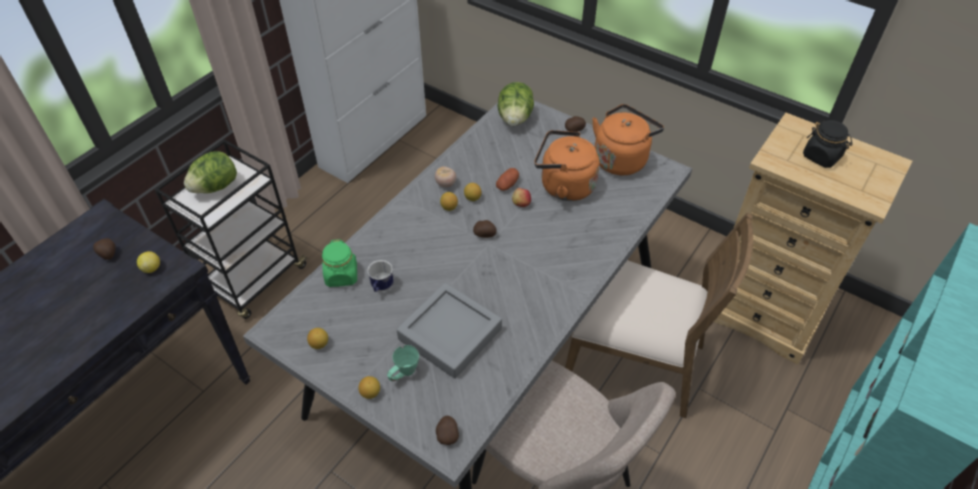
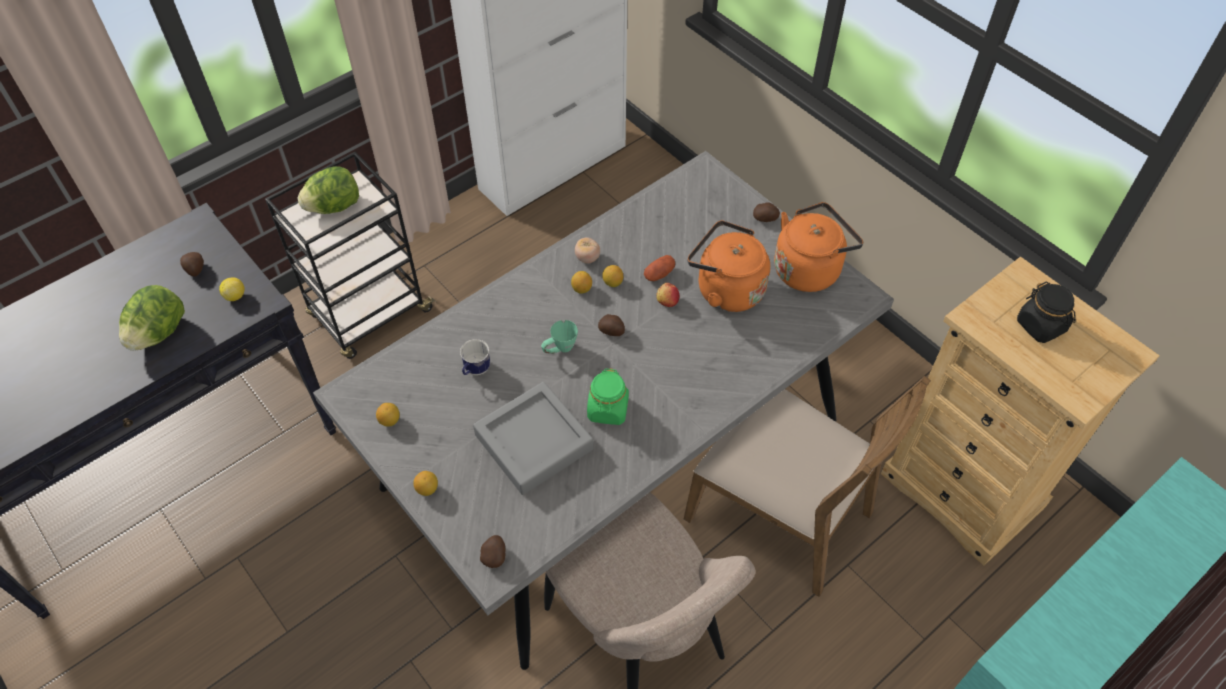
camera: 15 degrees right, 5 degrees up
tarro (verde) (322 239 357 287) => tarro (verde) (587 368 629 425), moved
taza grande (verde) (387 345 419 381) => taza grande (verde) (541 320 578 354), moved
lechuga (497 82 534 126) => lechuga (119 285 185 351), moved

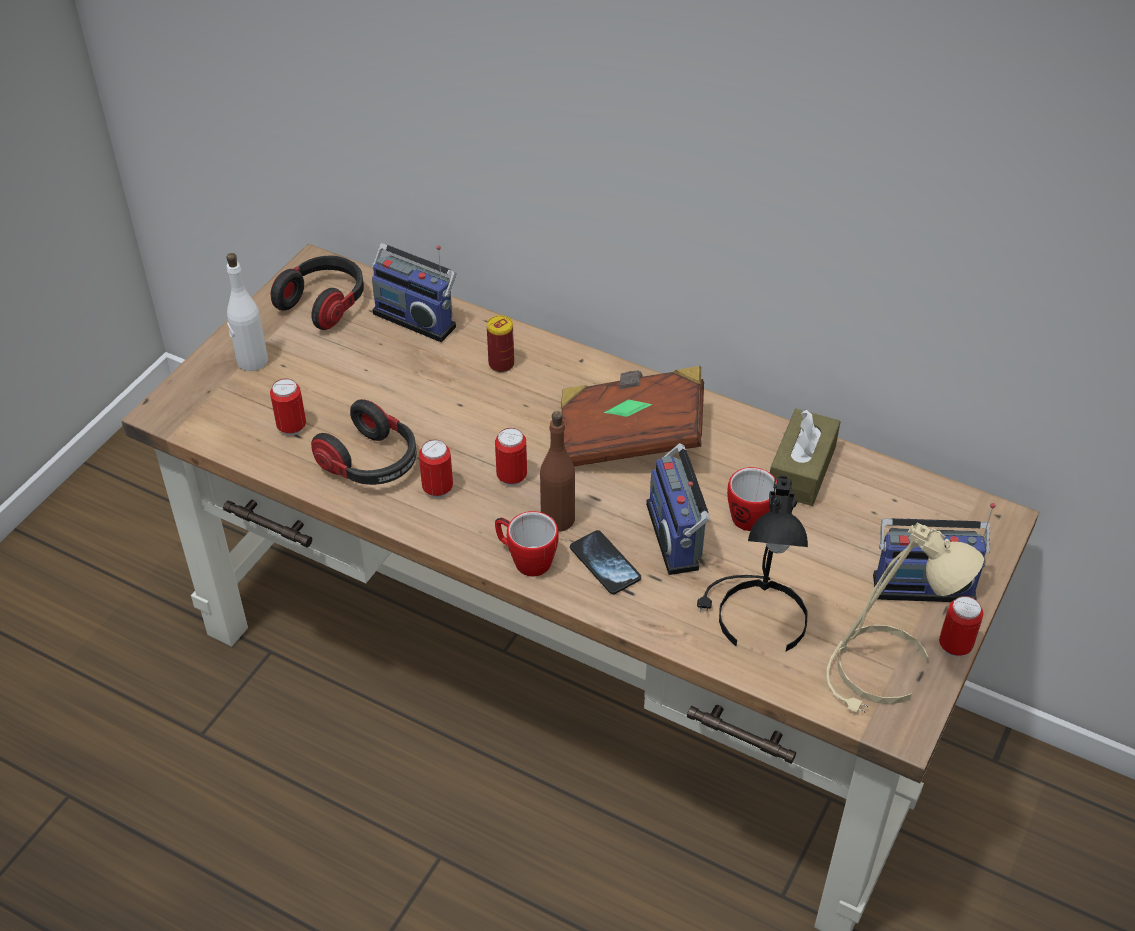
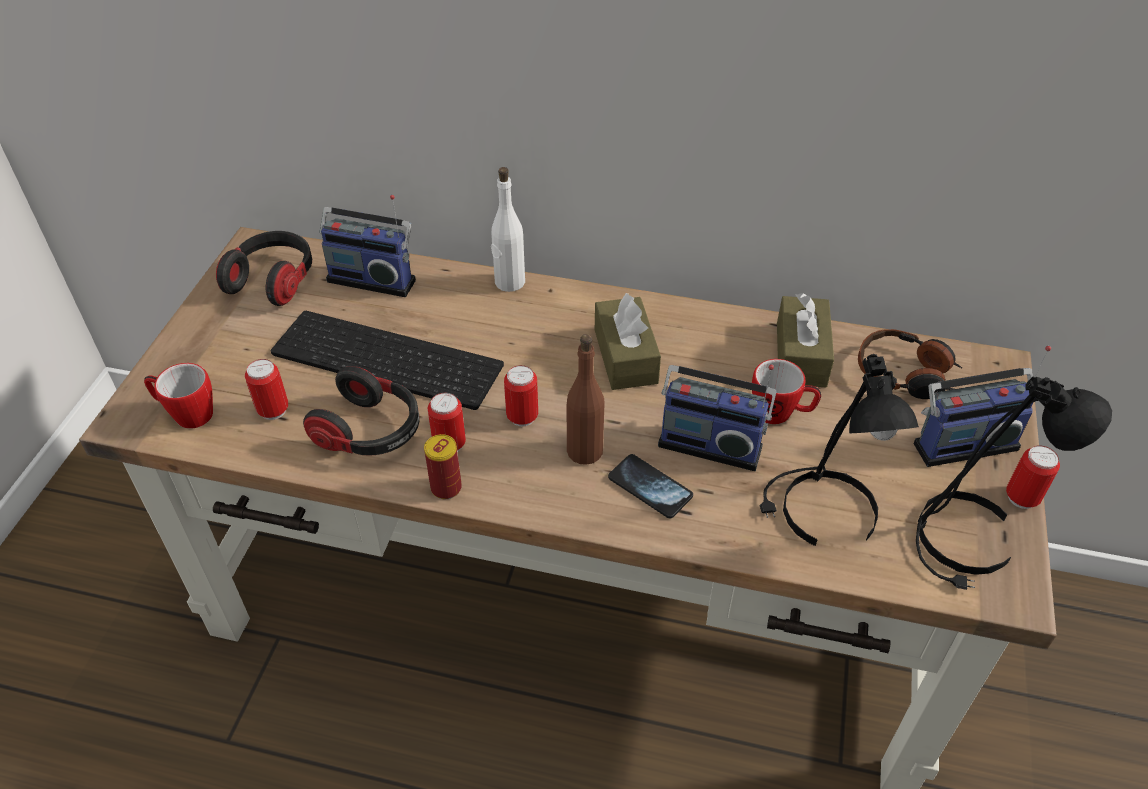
camera: 15 degrees left, 0 degrees up
botella (blanco) (226 253 268 371) => botella (blanco) (491 167 525 292), moved
lata (487 315 514 372) => lata (424 434 462 499), moved
taza grande (495 511 559 577) => taza grande (144 363 213 429), moved
libro (marrón) (561 366 704 467) => caja de pañuelos (marrón) (595 293 661 390)
radio (646 443 710 575) => radio (658 364 777 471), 45 degrees counterclockwise
lámpara de mesa (beis) (826 523 984 712) => lámpara de mesa (negro) (916 377 1112 590)
nothing => teclado (271 311 504 410)
nothing => auriculares (858 329 962 399)

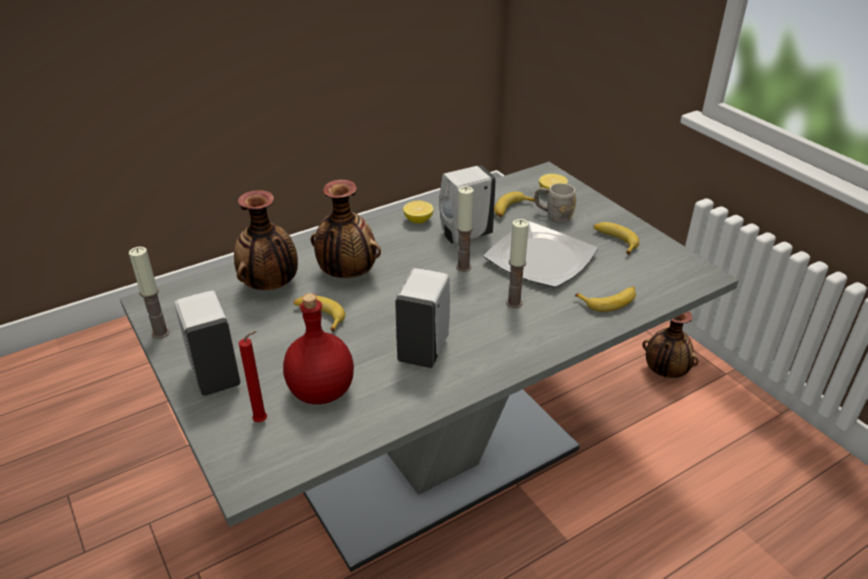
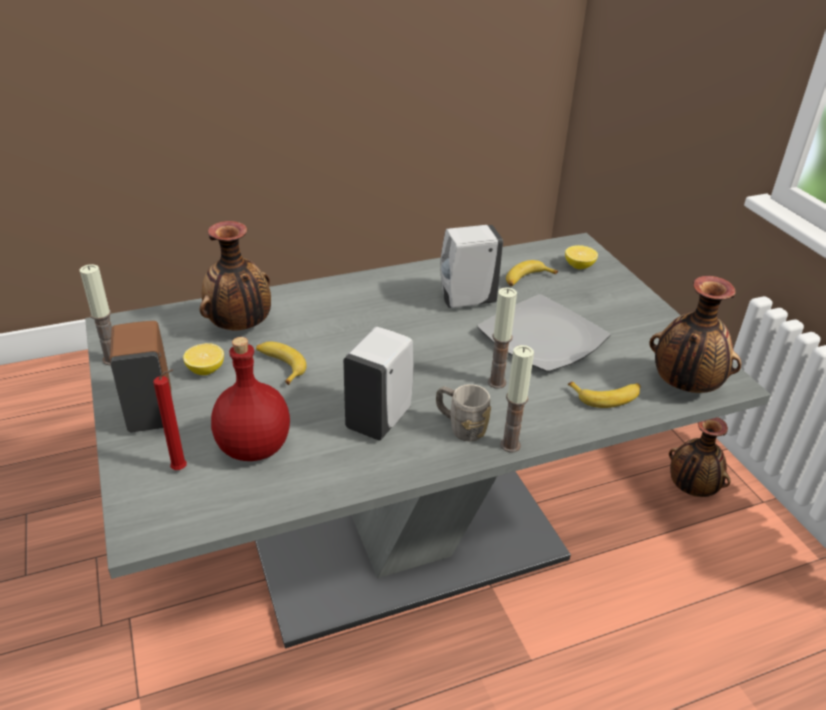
camera: 10 degrees right, 0 degrees up
dispensador de jabón (blanco) (174 291 241 396) => dispensador de jabón (marrón) (110 321 171 432)
florero (311 179 381 278) => florero (650 276 741 393), moved
limón (403 201 433 224) => limón (183 343 224 375), moved
vela (456 186 474 272) => vela (500 345 534 452), moved
taza grande (gris) (534 183 576 223) => taza grande (gris) (436 384 491 441), moved
plátano (594 222 639 255) => nothing

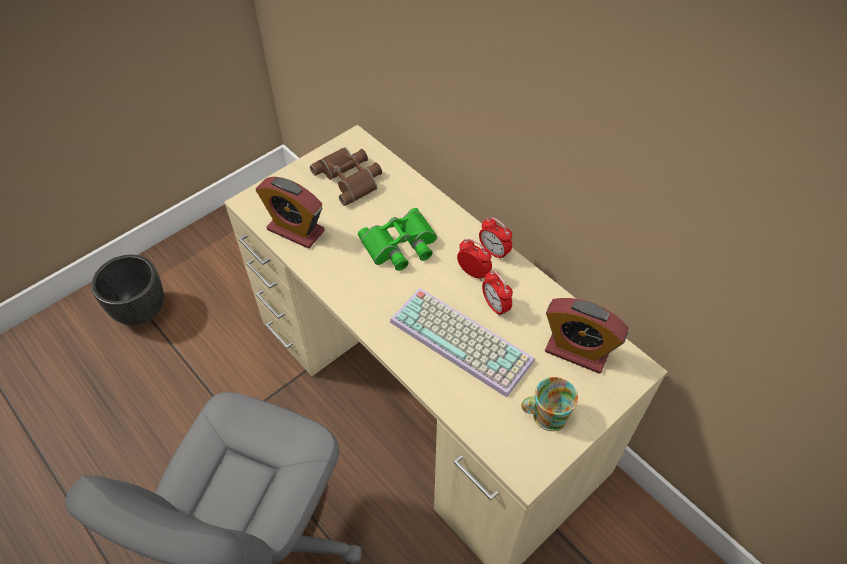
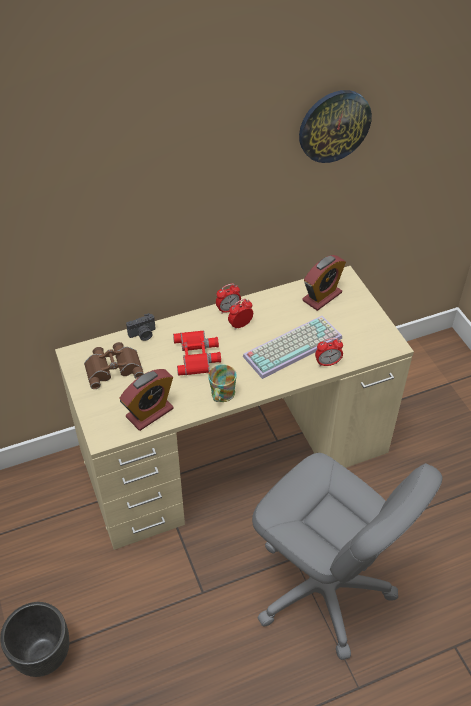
camera: 70 degrees left, 5 degrees down
prismáticos (verde) (358 208 437 271) => prismáticos (rojo) (173 330 221 376)
despertador (482 270 513 317) => despertador (315 338 343 367), moved
taza grande (521 377 578 431) => taza grande (208 365 237 402), moved
nothing => cámara (126 313 156 341)
nothing => reloj de pared (299 90 372 163)

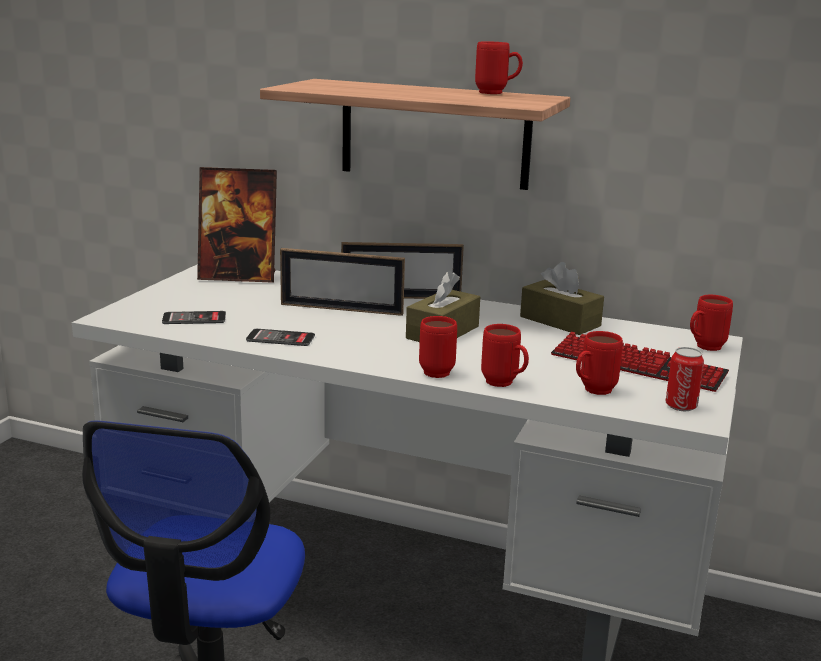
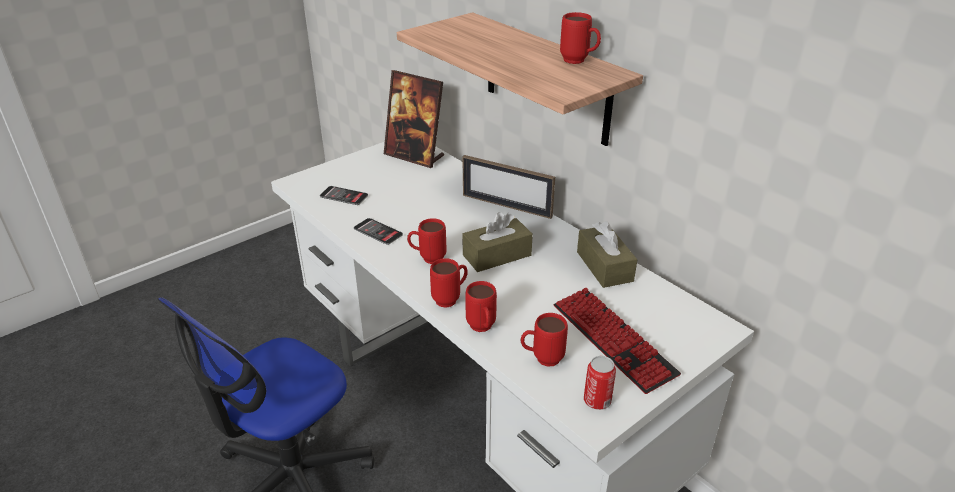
camera: 30 degrees right, 15 degrees up
portarretratos (280 248 405 316) => nothing
taza grande (rojo) (690 295 733 351) => taza grande (rojo) (407 218 446 264), moved

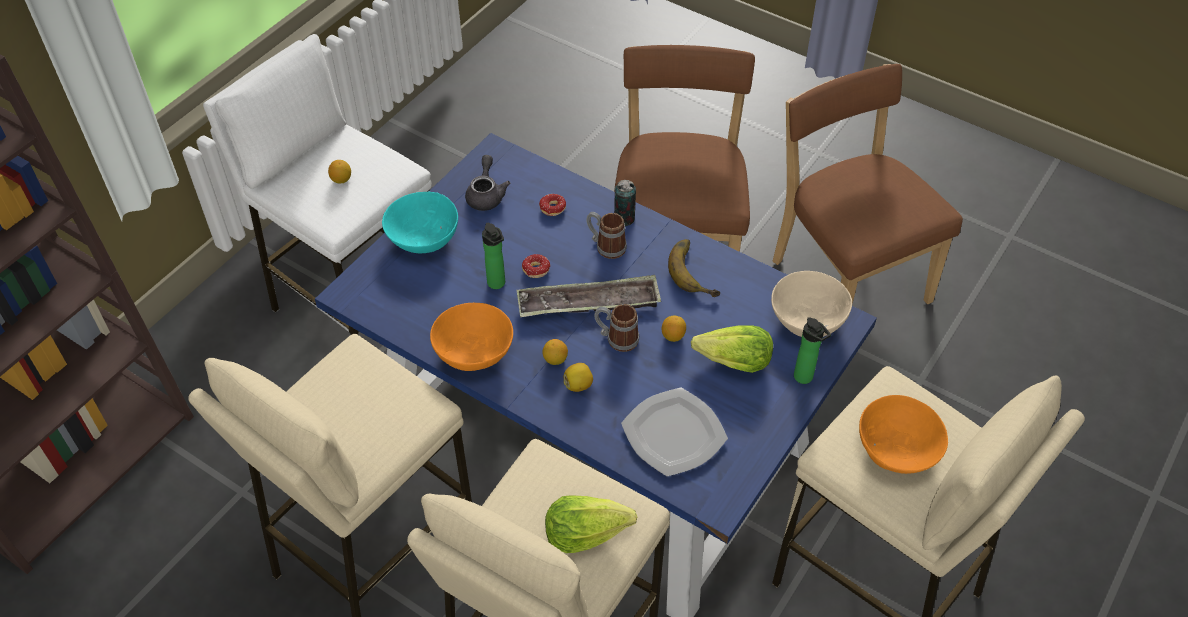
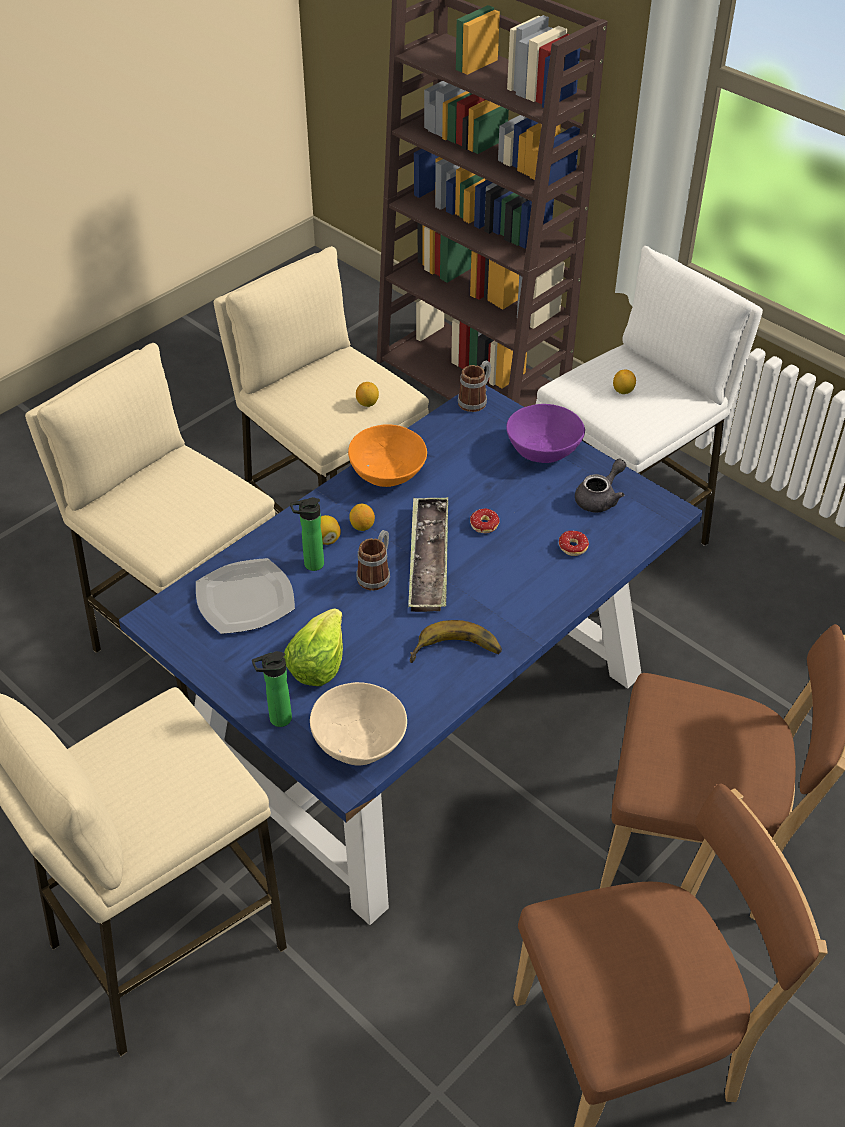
camera: 100 degrees right, 5 degrees down
cuenco (turquesa) (382 192 458 253) => cuenco (morado) (506 404 585 463)
tetera (gris) (465 155 510 211) => tetera (gris) (575 459 626 513), 60 degrees counterclockwise
botella (482 223 505 289) => botella (290 497 324 571), moved
lechuga (545 495 637 553) => nothing
taza grande (586 212 627 259) => taza grande (458 361 491 412), moved
lata (614 180 636 226) => nothing
limón (662 316 686 342) => limón (356 382 379 407), moved
cuenco (naranja) (859 395 948 474) => nothing

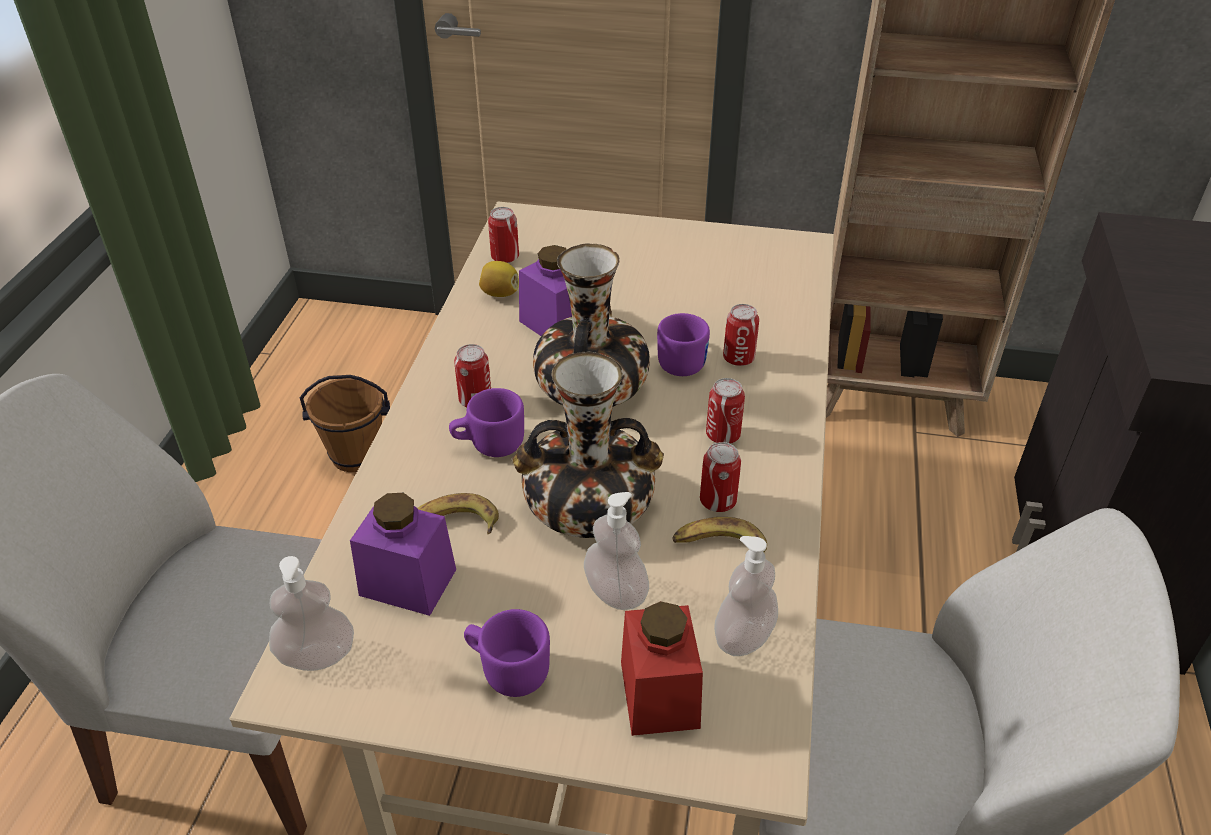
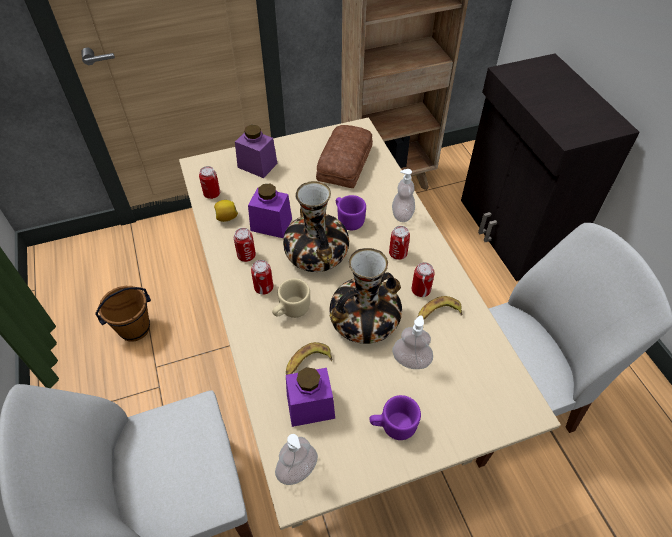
camera: 30 degrees left, 10 degrees up
taza grande (morado) (449 388 524 457) => taza grande (beis) (272 278 310 318)
tarro (rojo) (621 601 703 736) => nothing
dispensador de jabón (714 536 778 656) => dispensador de jabón (392 169 415 222), moved
lata (723 304 759 366) => lata (234 228 256 262), moved
nothing => tarro (morado) (235 125 277 178)
nothing => pan (316 125 373 188)

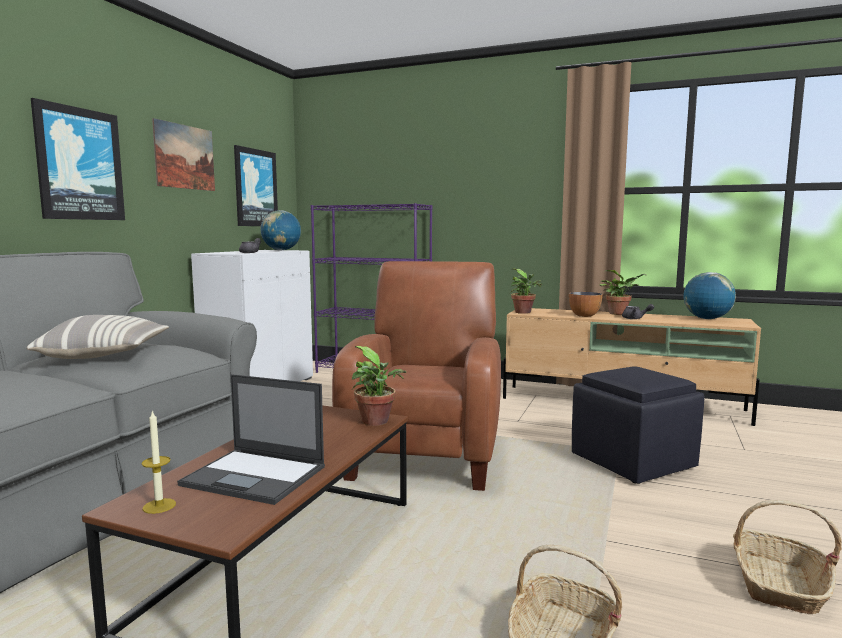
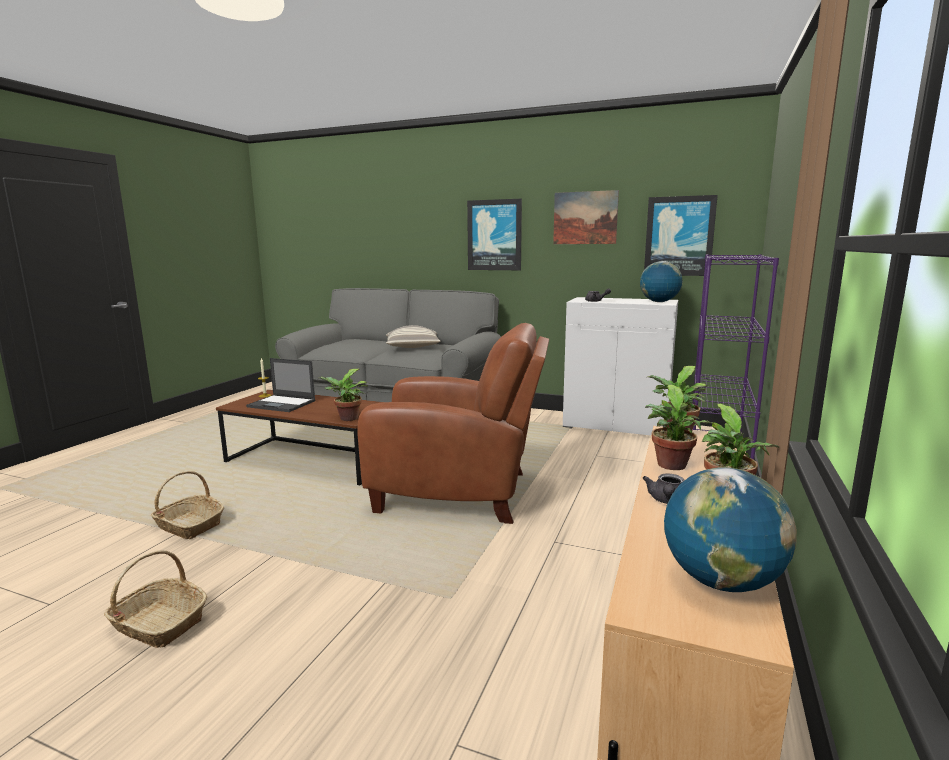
camera: 90 degrees right, 5 degrees up
portátil (177 374 325 505) => portátil (246 358 316 412), 90 degrees counterclockwise
cuenco (569 292 603 317) => planta en maceta (645 385 713 470)
puf (negro) (572 366 704 484) => nothing

